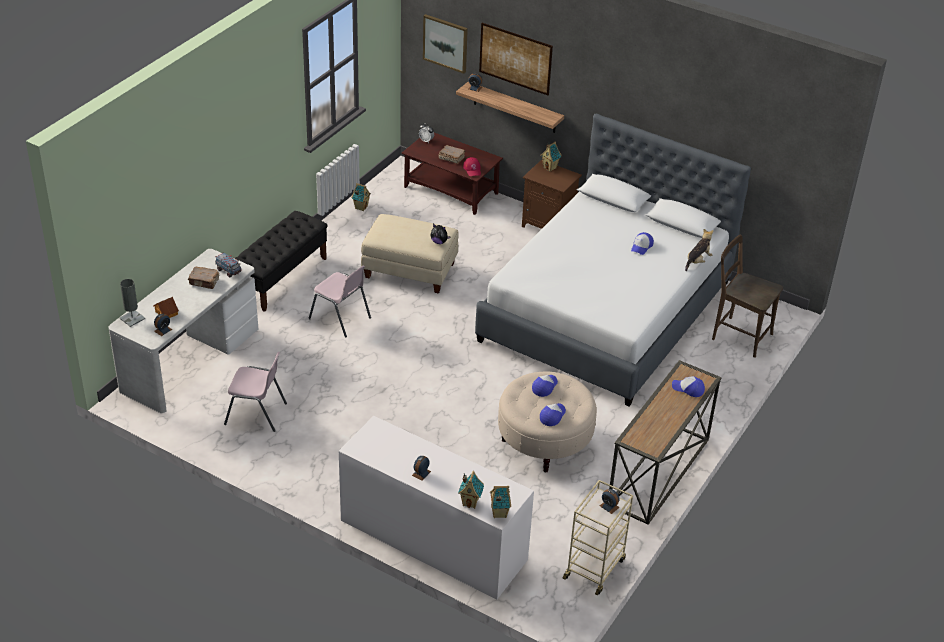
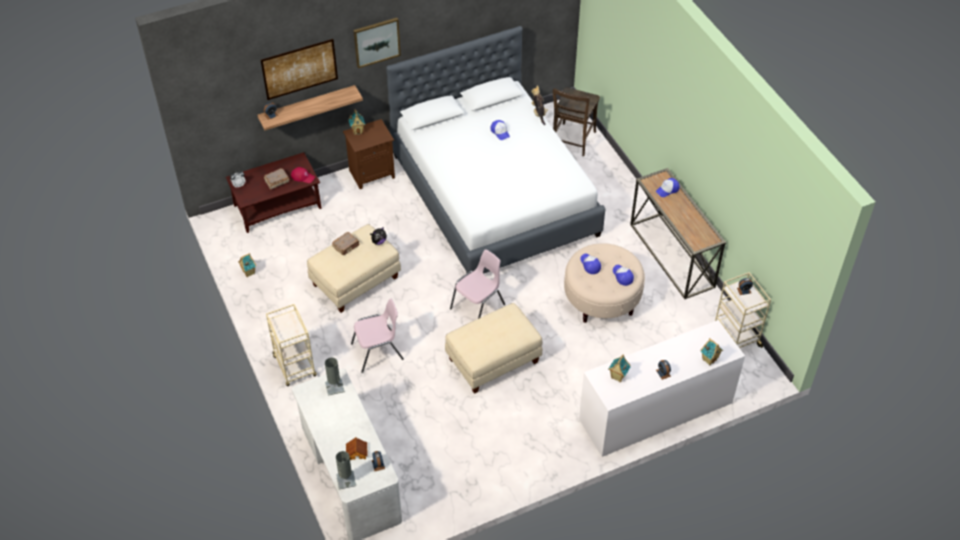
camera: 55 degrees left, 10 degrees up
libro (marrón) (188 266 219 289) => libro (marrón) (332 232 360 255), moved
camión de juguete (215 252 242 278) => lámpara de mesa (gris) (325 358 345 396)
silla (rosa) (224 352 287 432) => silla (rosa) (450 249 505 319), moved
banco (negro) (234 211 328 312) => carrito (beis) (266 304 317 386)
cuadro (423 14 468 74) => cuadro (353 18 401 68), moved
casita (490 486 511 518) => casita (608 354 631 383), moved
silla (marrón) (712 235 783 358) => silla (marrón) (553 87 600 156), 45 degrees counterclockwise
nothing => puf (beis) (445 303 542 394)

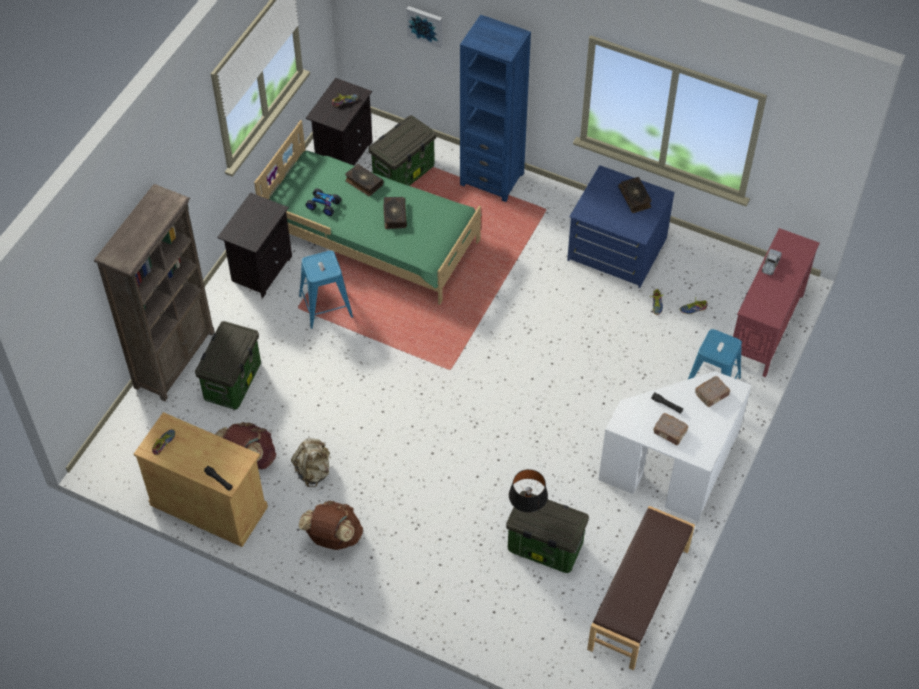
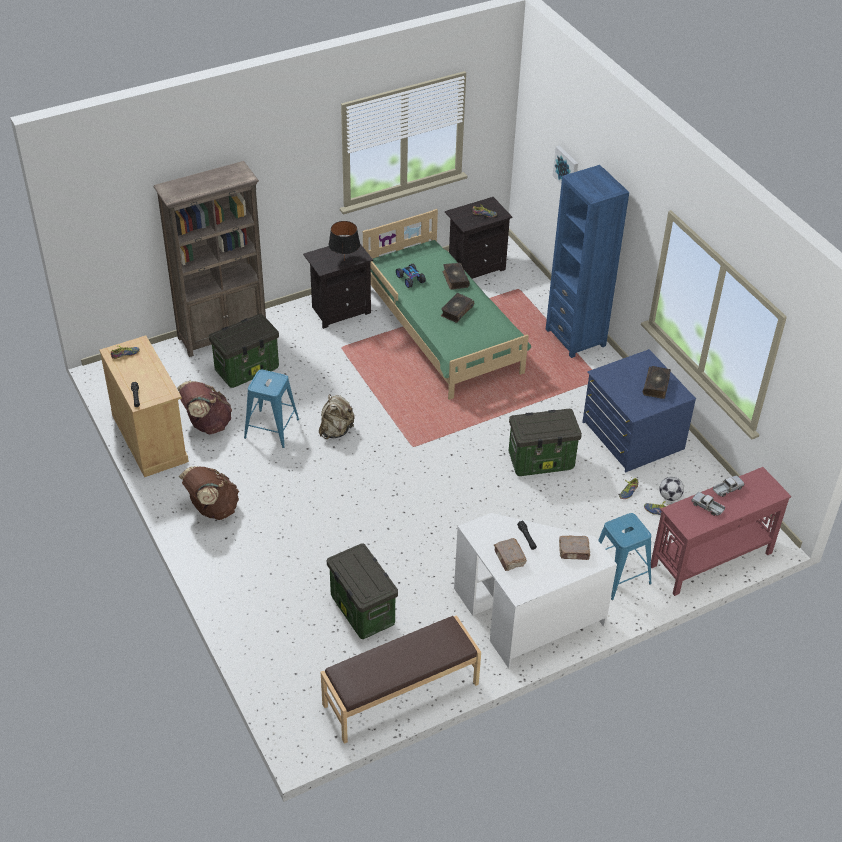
camera: 35 degrees right, 10 degrees down
mochila (beis) (291 438 331 487) => mochila (beis) (319 394 355 439), moved
taburete (azul) (299 251 353 329) => taburete (azul) (244 370 299 448), moved
caja de almacenaje (369 115 436 186) => caja de almacenaje (509 409 582 476), moved
lámpara de mesa (negro) (509 469 548 513) => lámpara de mesa (negro) (329 221 360 259), moved
nothing => balón de fútbol (659 477 684 501)
nothing => camión de juguete (691 492 725 516)

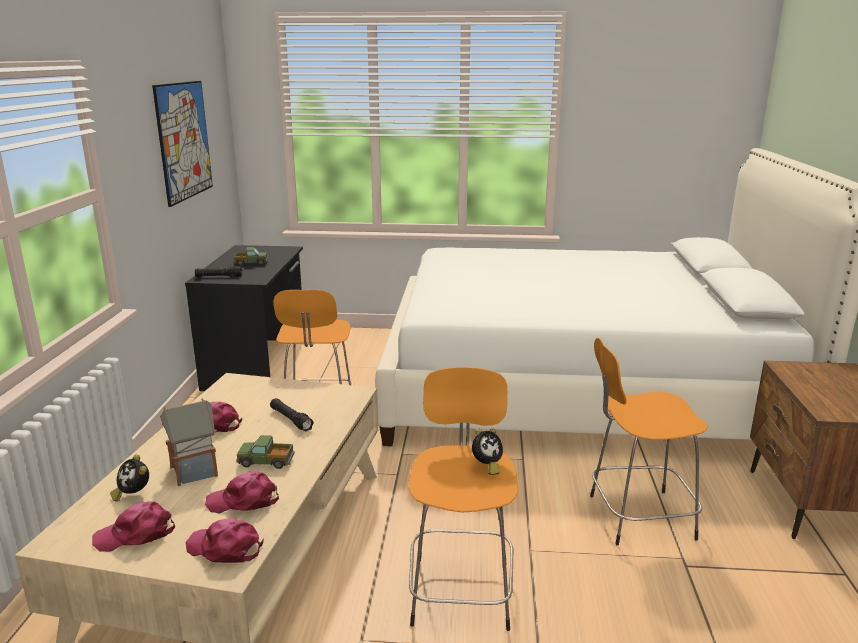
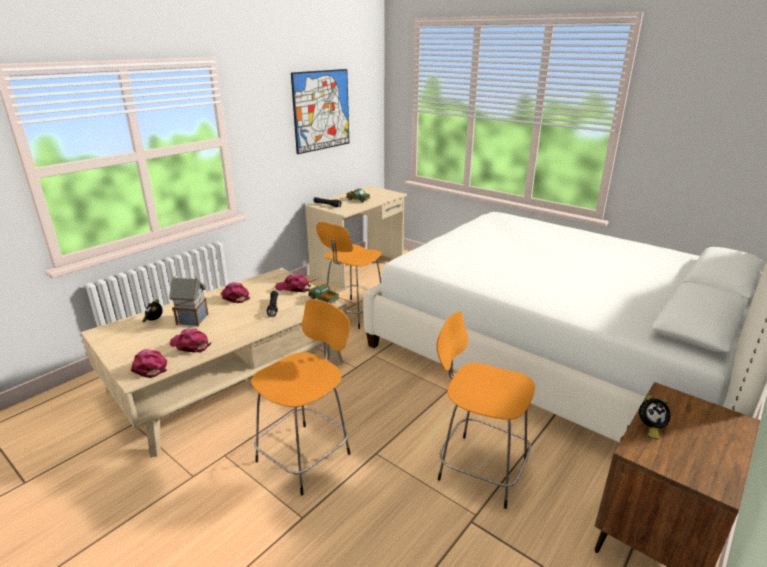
camera: 35 degrees right, 5 degrees up
gorra (rosa) (92 501 175 552) => gorra (rosa) (275 274 311 292), moved
escritorio (negro) (185 245 303 391) => escritorio (beis) (305 186 407 290)
camión de juguete (236 435 294 469) => camión de juguete (308 284 339 304), moved
despertador (472 428 503 475) => despertador (639 395 670 439), moved

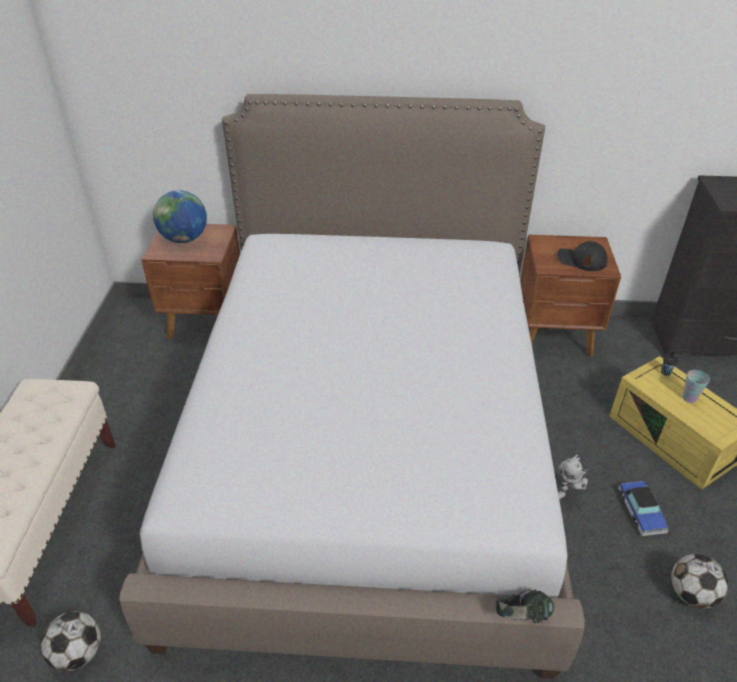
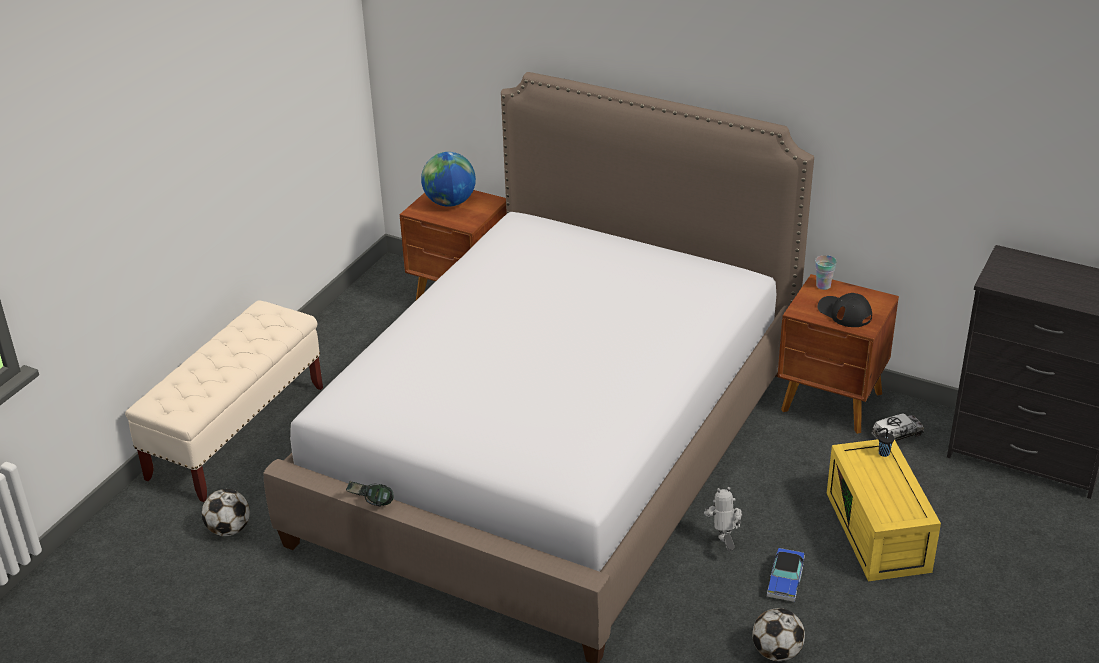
camera: 25 degrees right, 5 degrees down
auriculares (496 590 554 623) => auriculares (346 481 394 507), moved
robot de juguete (558 455 589 501) => robot de juguete (704 487 742 551), 105 degrees clockwise
taza (682 370 710 403) => taza (815 255 837 290), moved
nothing => camión de juguete (872 413 924 441)

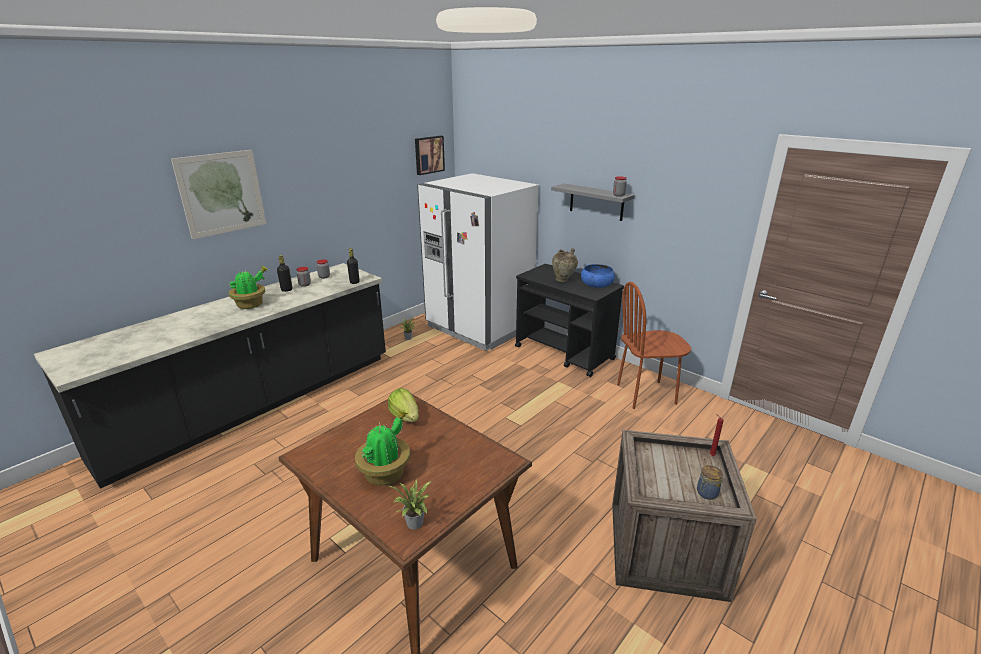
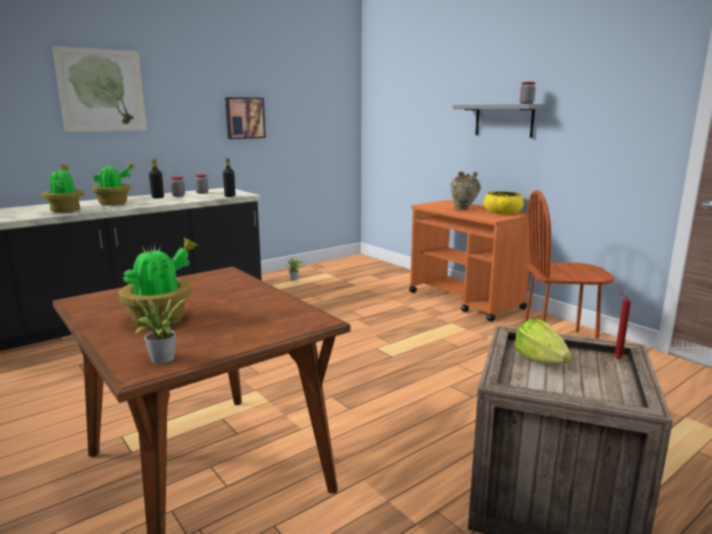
camera: 10 degrees right, 10 degrees down
lechuga (388 388 419 422) => lechuga (514 319 572 364), moved
cuadro (415 136 445 175) => cuadro (225 97 266 139), moved
nevera (blanco) (417 173 539 351) => nothing
carrito (negro) (515 264 624 377) => carrito (naranja) (409 200 530 322)
cuenco (azul) (581 264 615 288) => cuenco (amarillo) (484 191 524 214)
tarro (697 465 723 500) => nothing
nothing => planta en maceta (41 164 85 212)

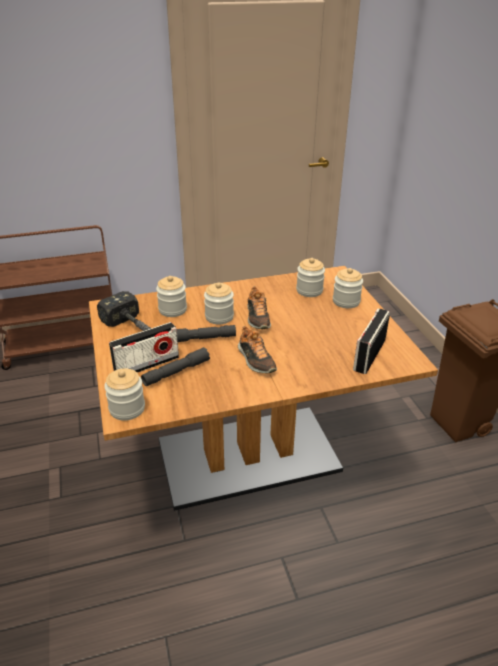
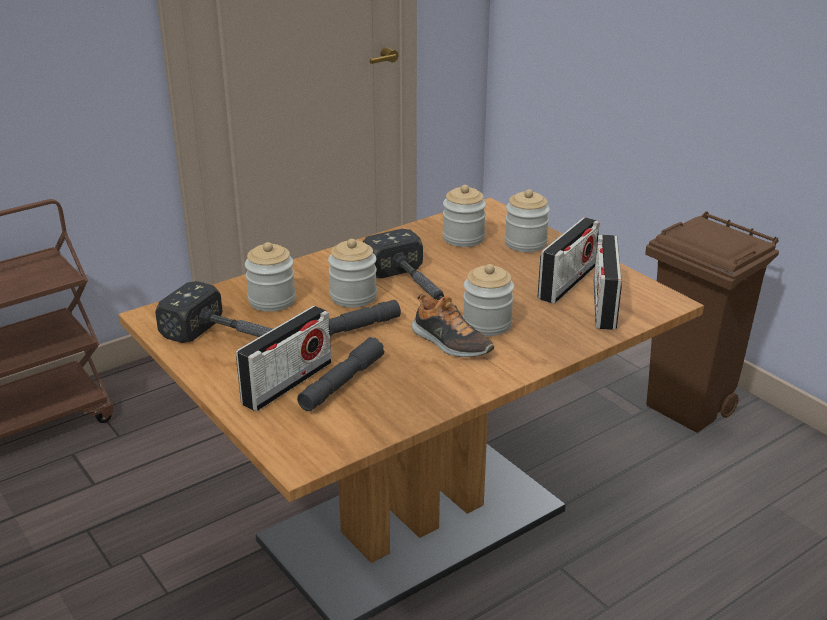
camera: 20 degrees left, 5 degrees down
tarro (104 368 145 420) => tarro (463 264 514 336), moved
zapato (247 286 271 329) => martillo (363 229 444 300)
nothing => radio (537 217 600 304)

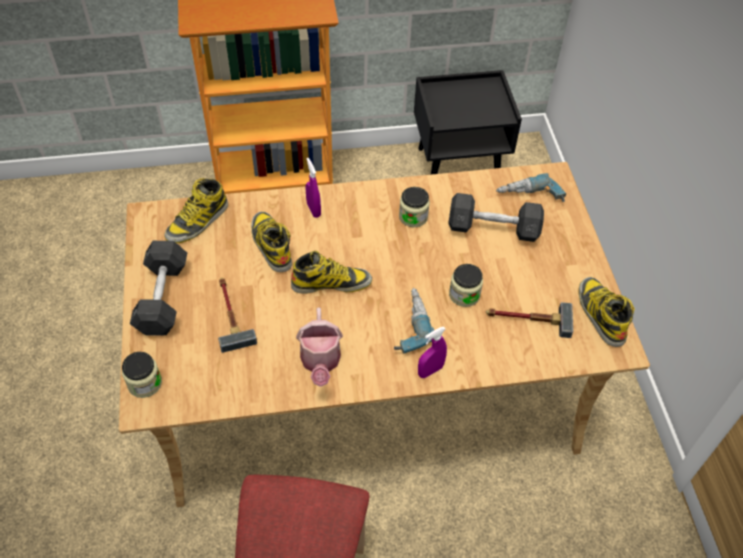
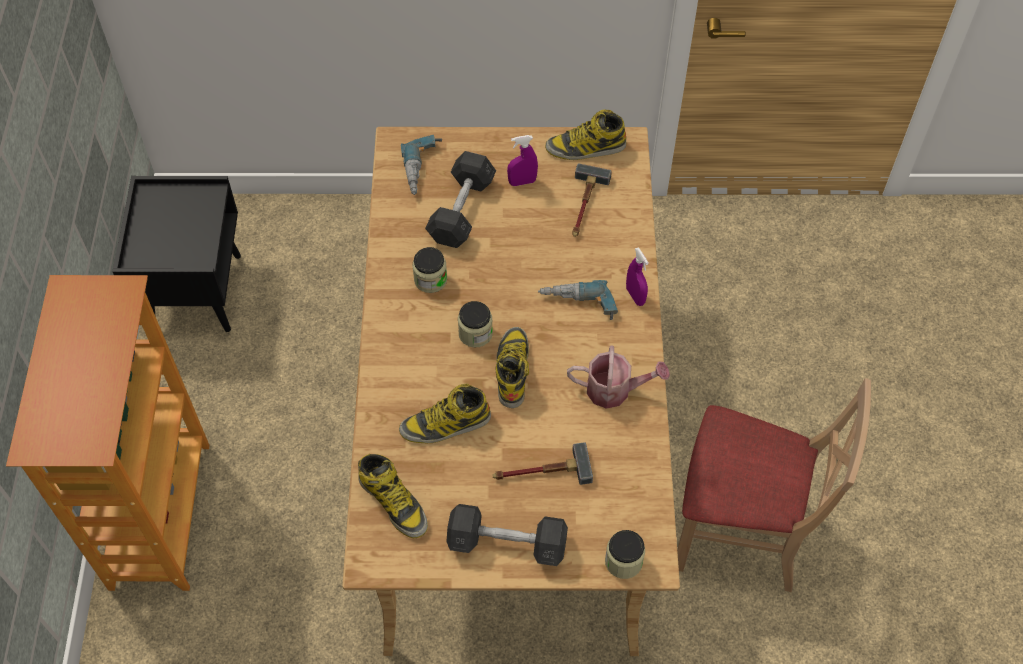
camera: 80 degrees left, 5 degrees up
pulverizador (morado) (305 158 321 218) => pulverizador (morado) (507 135 538 186), moved
tarro (449 264 483 307) => tarro (458 301 493 348), moved

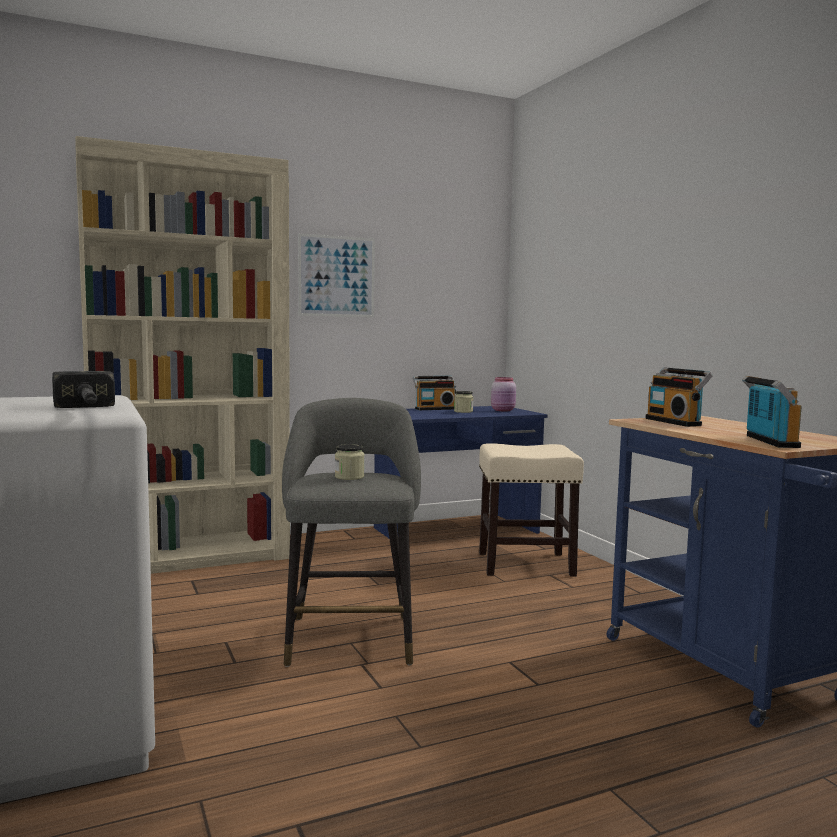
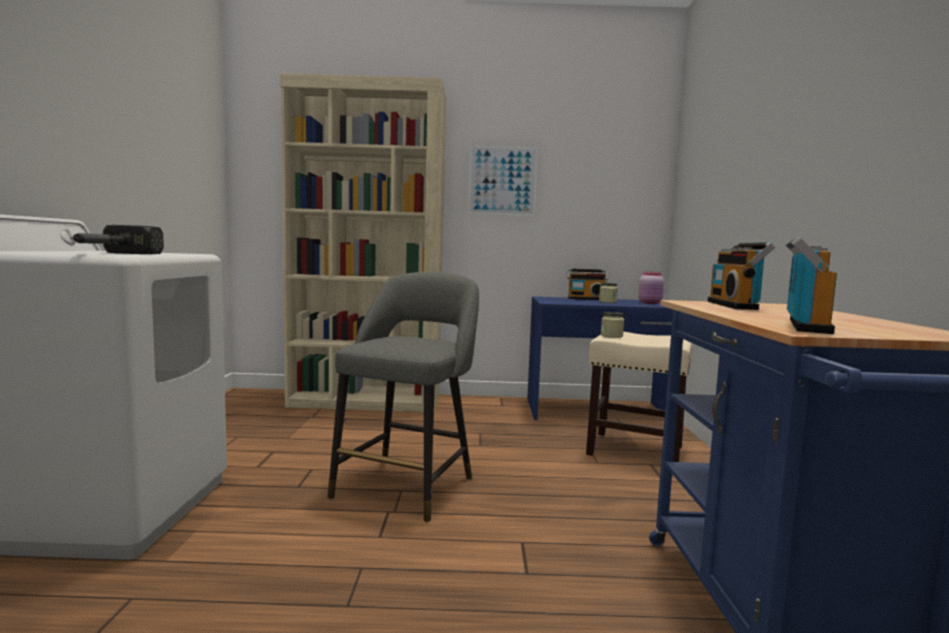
camera: 25 degrees right, 0 degrees up
tarro (335 444 364 480) => tarro (601 312 624 338), moved

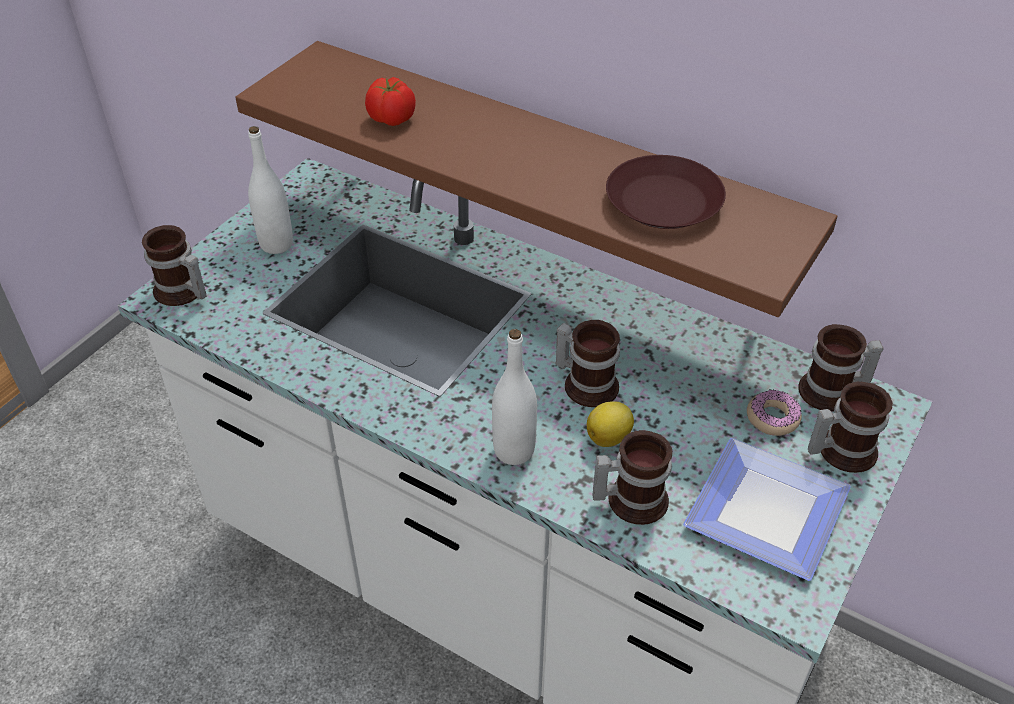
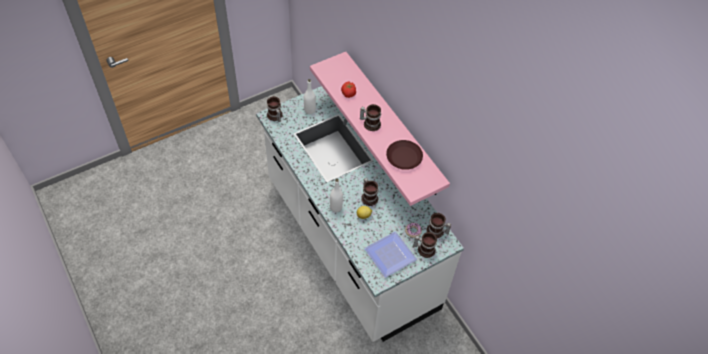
camera: 25 degrees right, 10 degrees up
estante (marrón) (235 41 837 317) => estante (rosa) (310 52 450 206)
taza grande (593 430 672 525) => taza grande (360 104 381 131), moved

